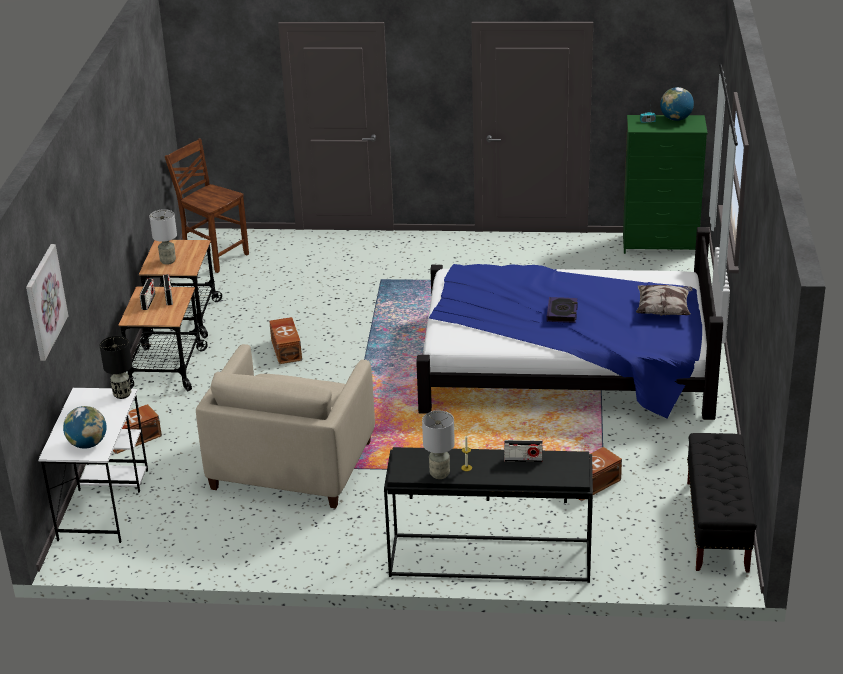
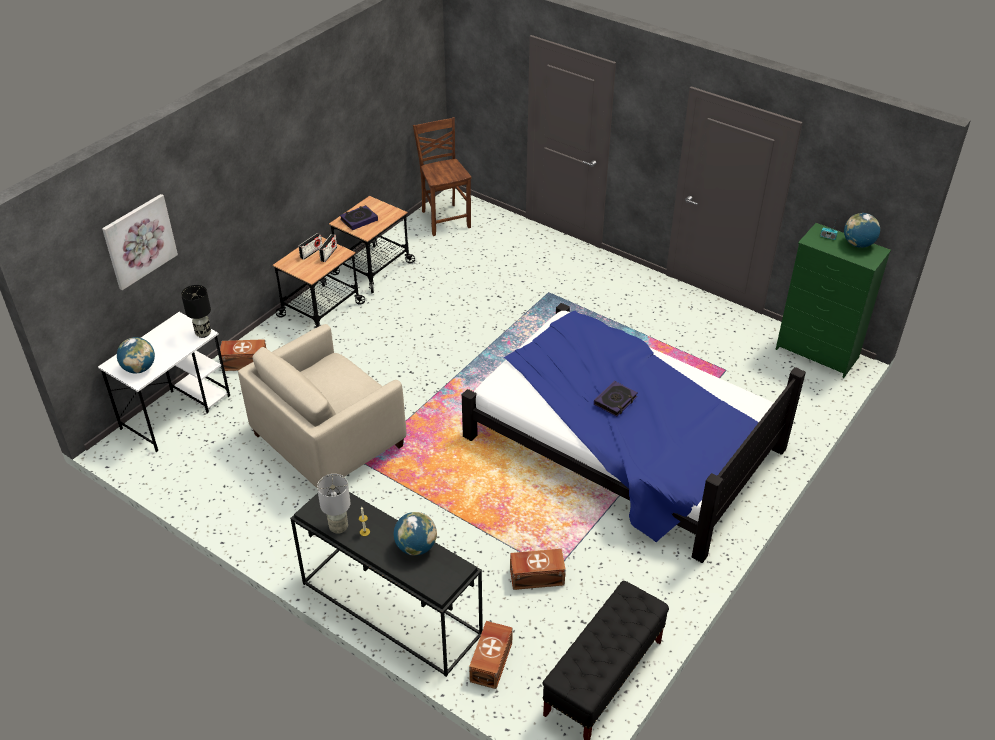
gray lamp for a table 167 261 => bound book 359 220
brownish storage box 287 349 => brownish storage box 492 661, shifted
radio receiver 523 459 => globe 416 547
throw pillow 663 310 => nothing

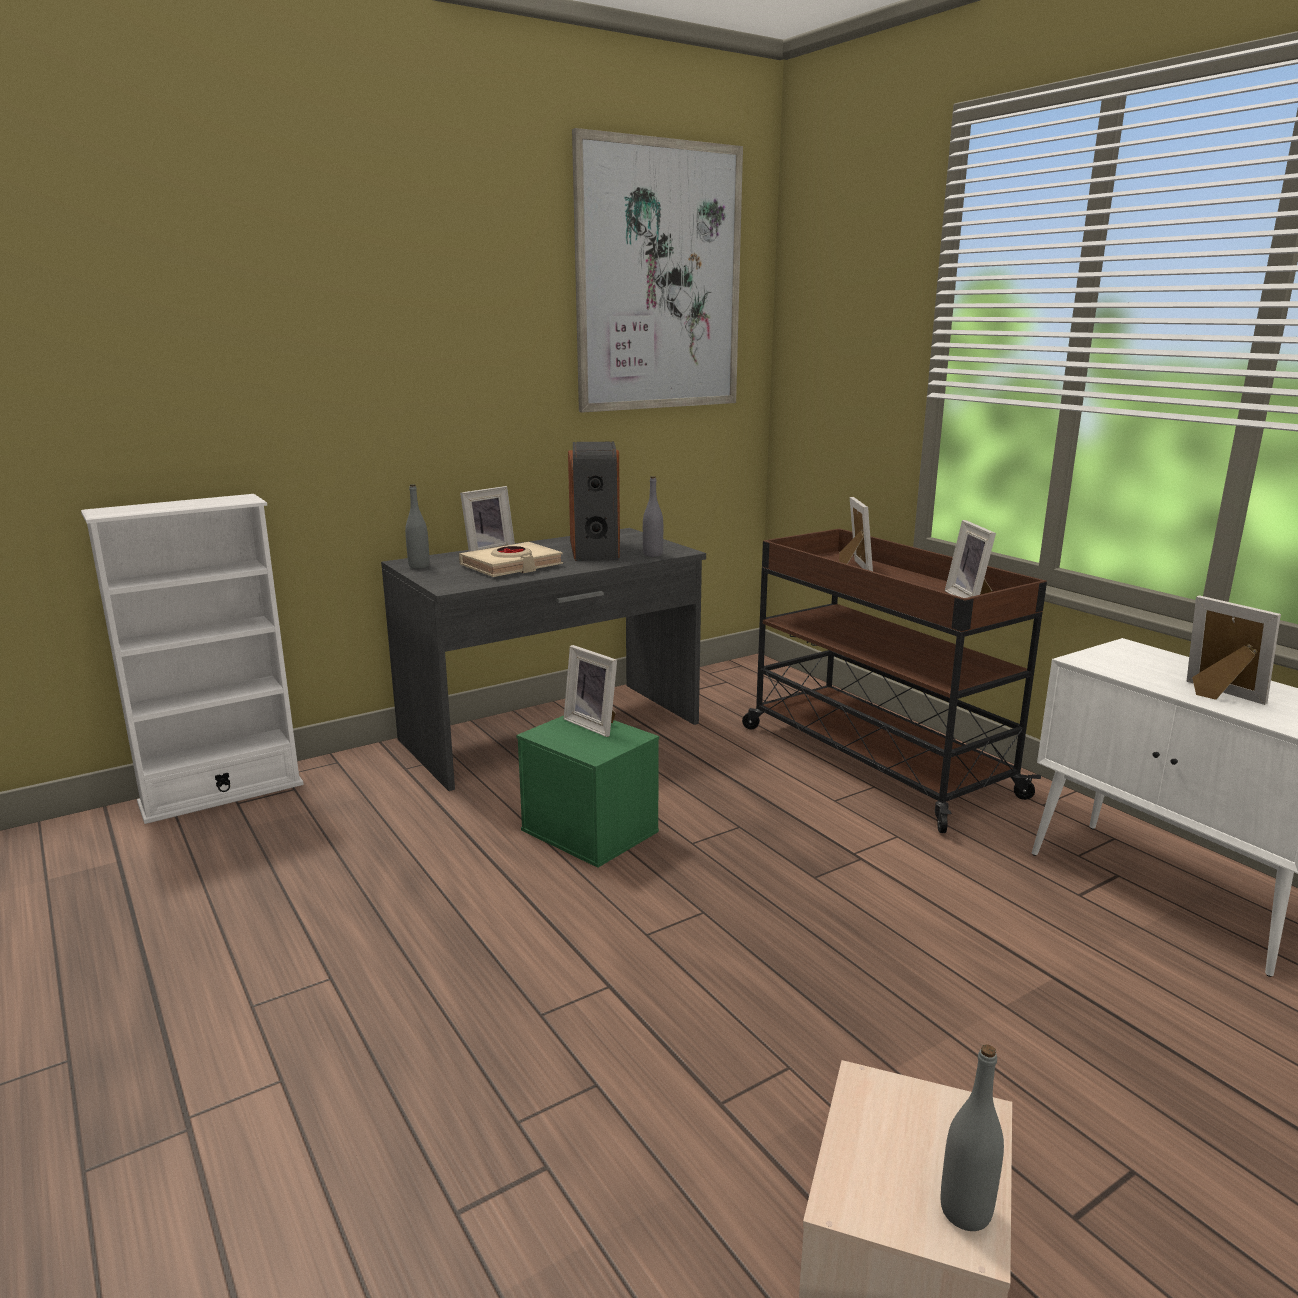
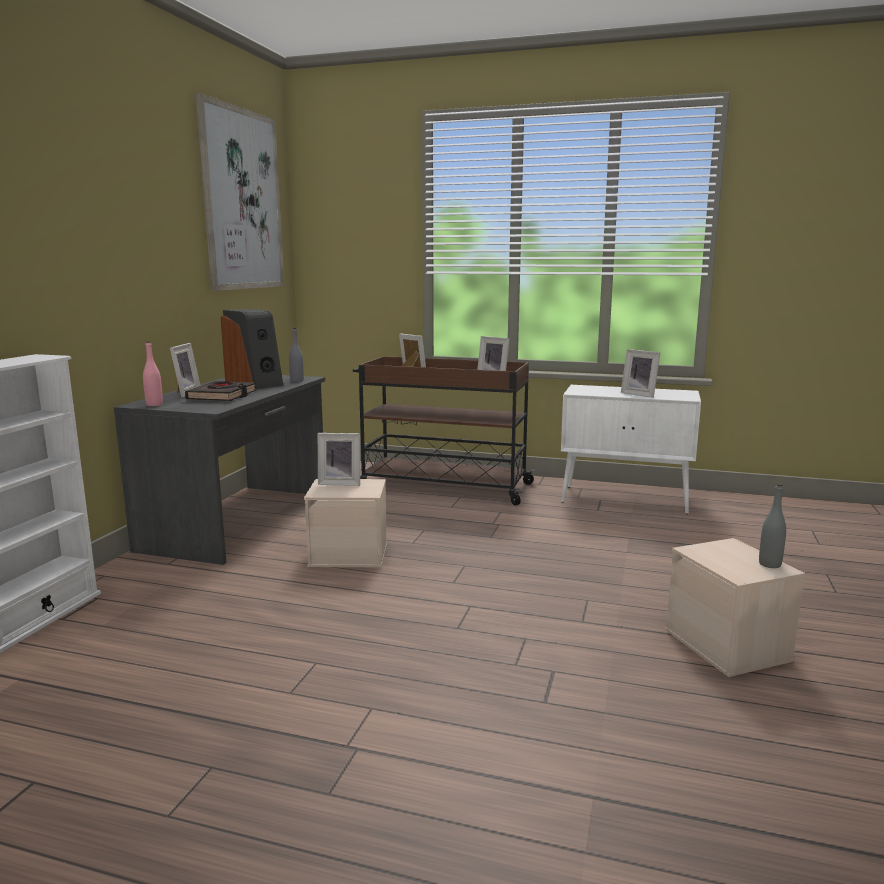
gray beverage bottle 419 566 => pink-coloured beverage bottle 154 405
beige-coloured bound book 511 566 => black bound book 222 396
green storage box 592 831 => beige-coloured storage box 350 554
photo frame 1218 695 => photo frame 640 394, 150 degrees counterclockwise

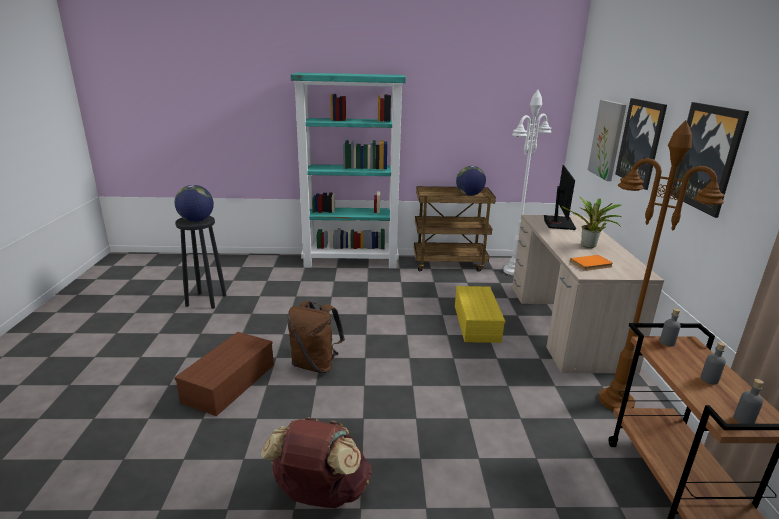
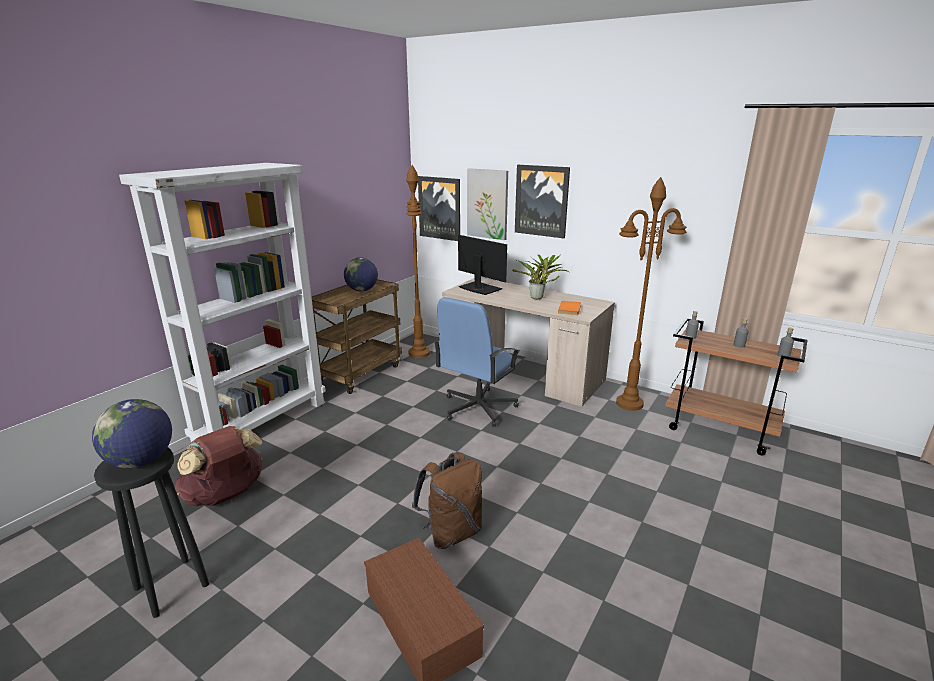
brownish rucksack 320 494 => brownish rucksack 226 496, shifted
turquoise shelving unit 351 261 => white-coloured shelving unit 263 423
yellow-coloured storage box 475 322 => bluish office chair 477 408
white-coloured standard lamp 513 271 => brownish standard lamp 419 353
wall art 707 157 => wall art 440 208, shifted

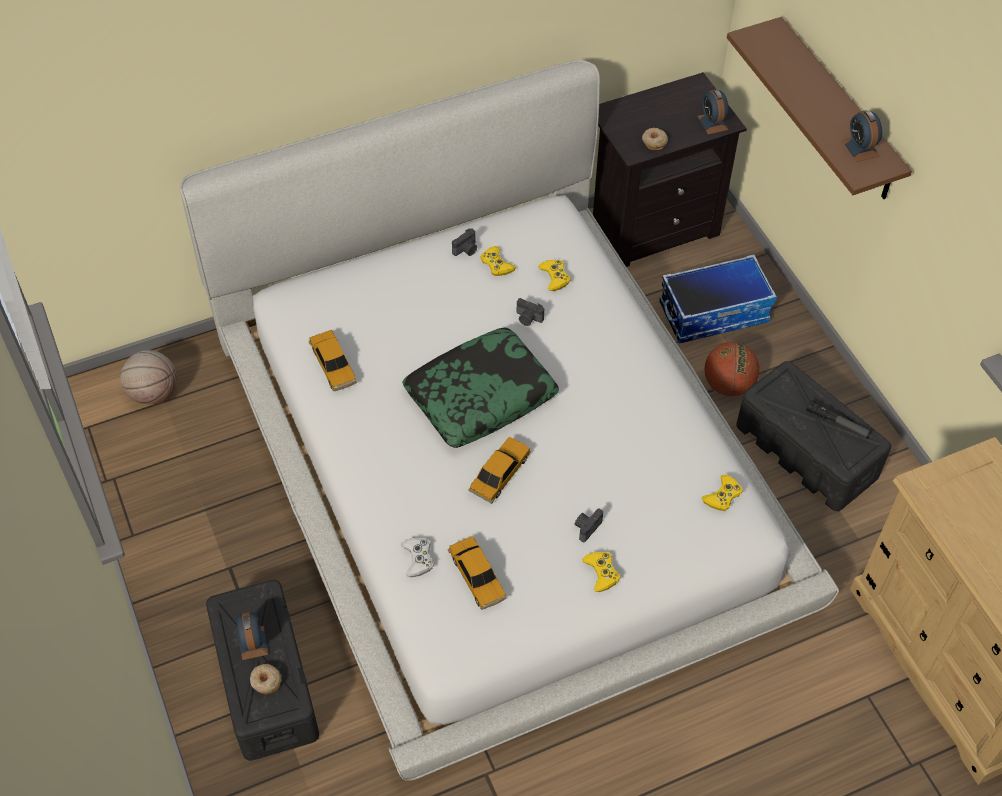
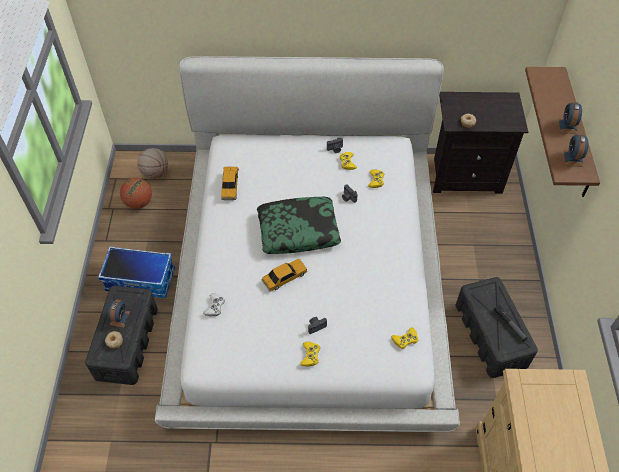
miniature car 477 577 => nothing
storage box 713 312 => storage box 141 279, shifted
alarm clock 712 123 => alarm clock 567 126, shifted
ball for basketball 728 385 => ball for basketball 139 203, shifted

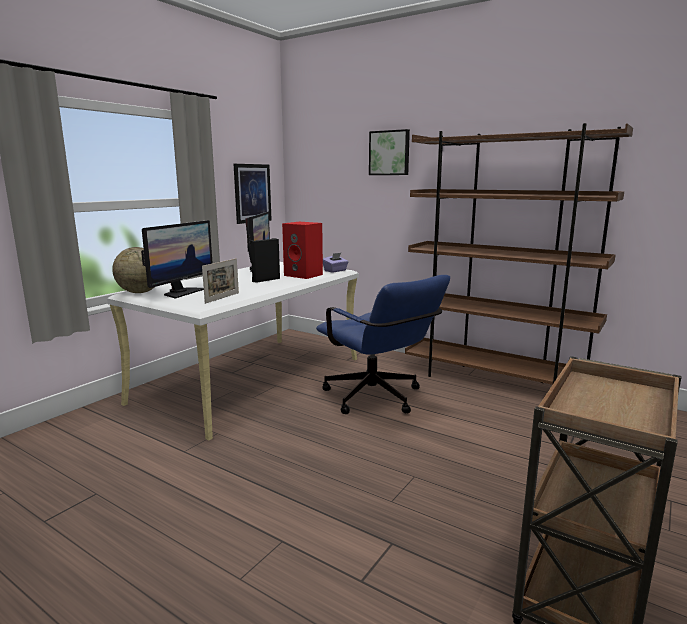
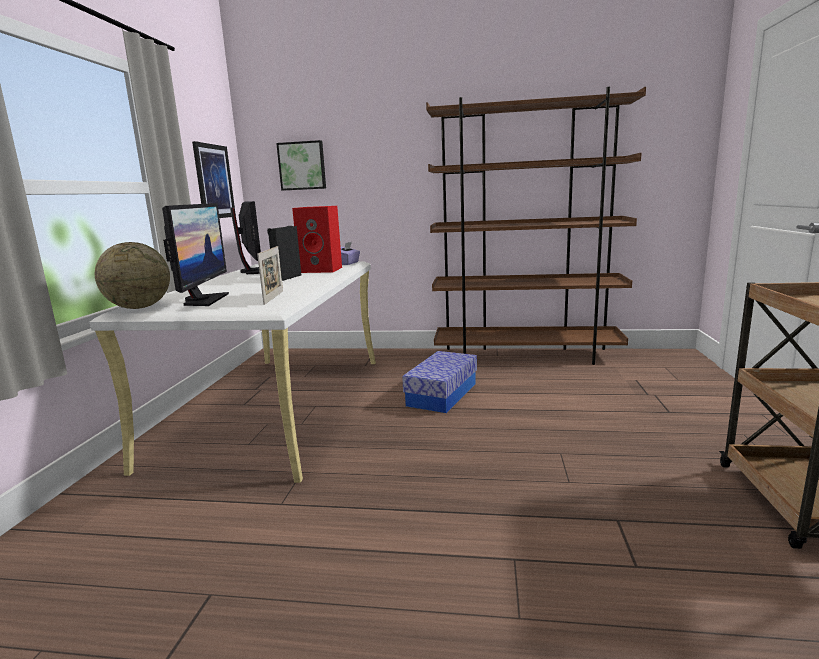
bluish office chair 378 399 => storage box 442 394
wall art 389 153 => wall art 302 166, shifted

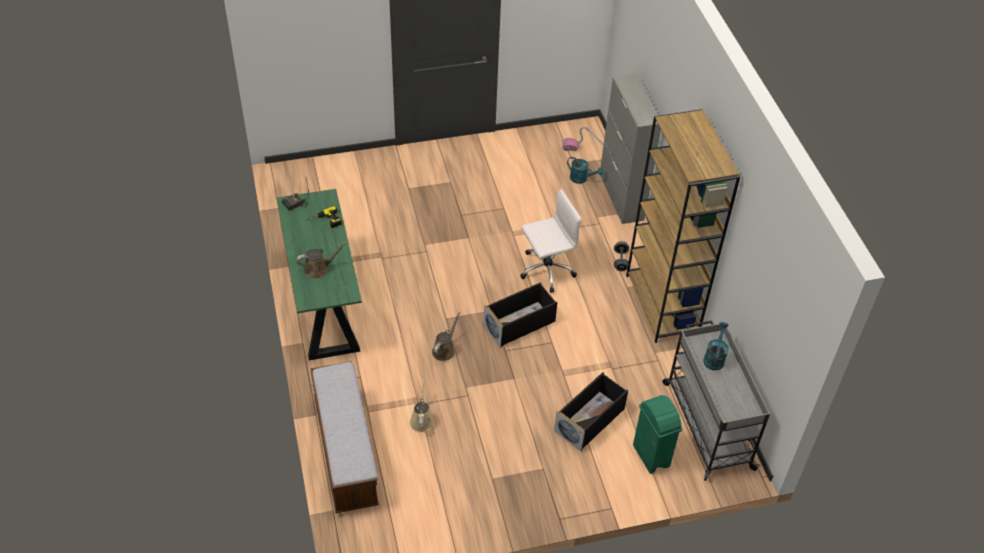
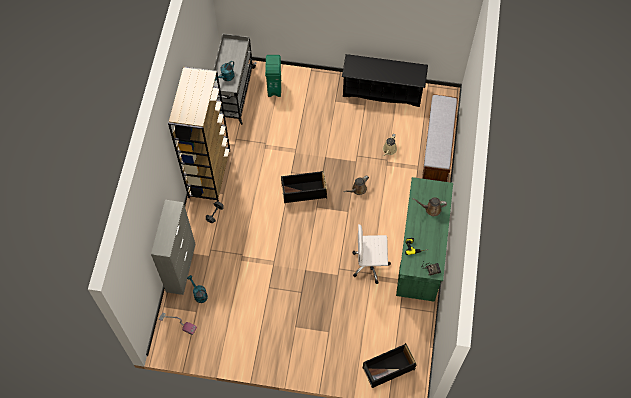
white-coloured office chair 545 270 => white-coloured office chair 370 264, shifted
black storage box 590 419 => black storage box 388 369, shifted
nothing => black shoe shelf 382 91

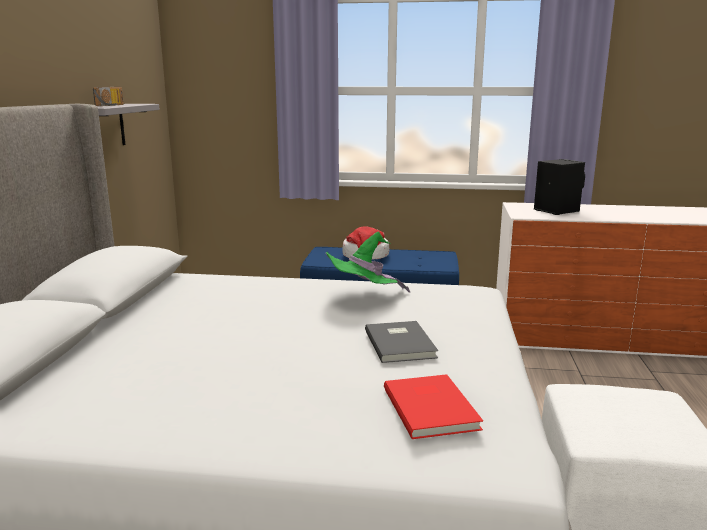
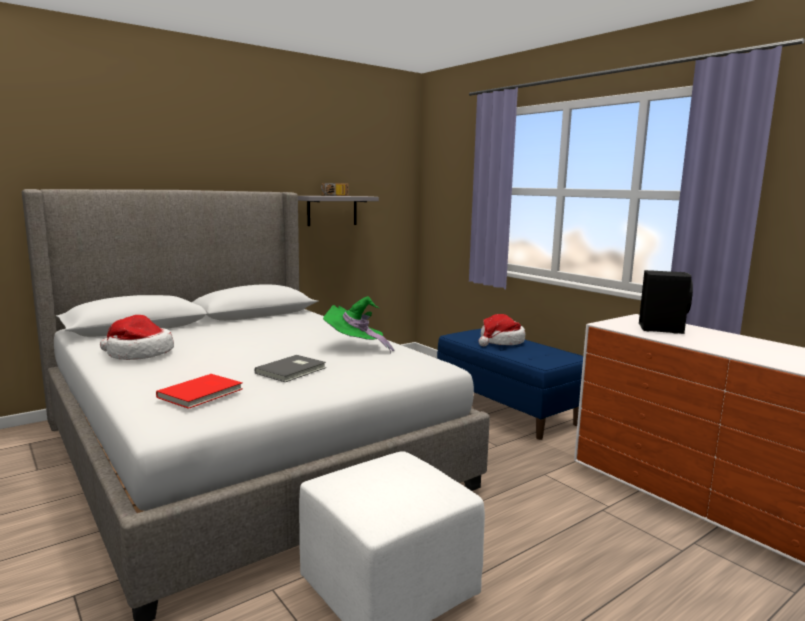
nothing => hat 139 354

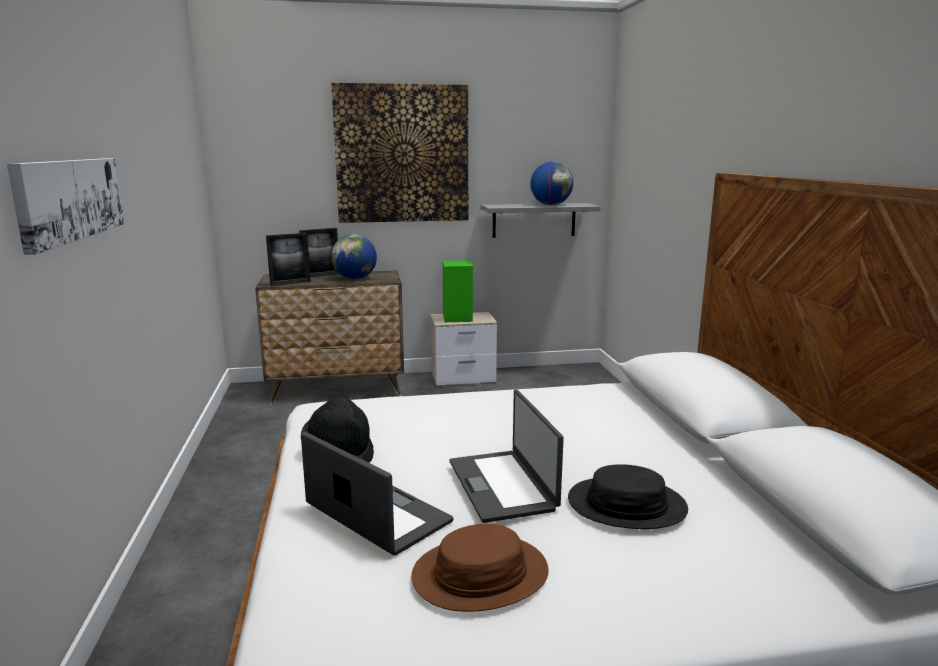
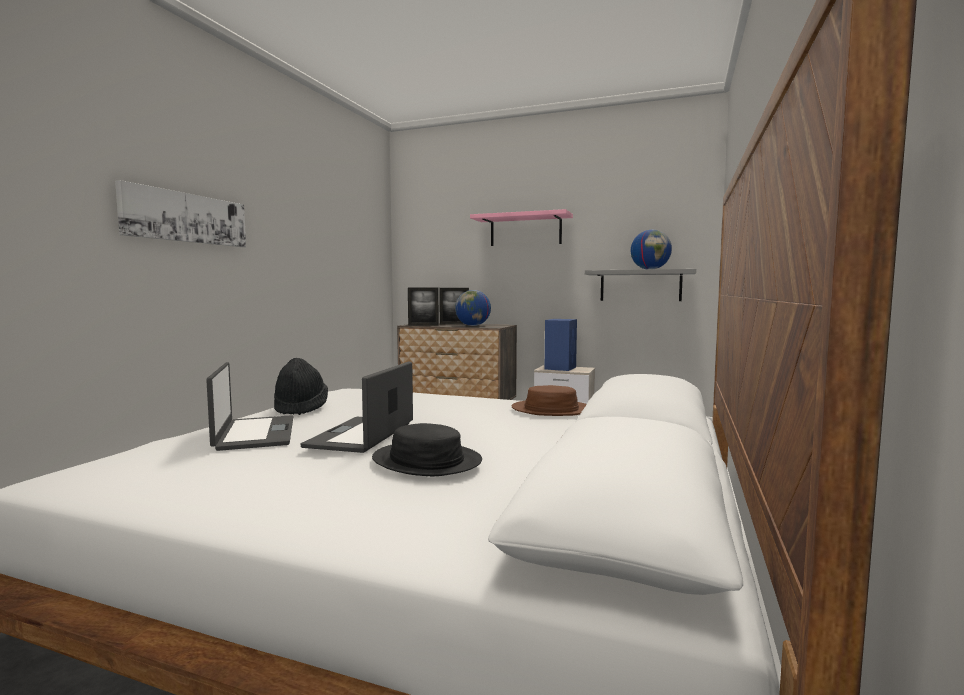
wall art 402 154 => pink-coloured wall shelf 525 230
brownish hat 480 575 => brownish hat 551 410, shifted
green loudspeaker 457 317 => bluish loudspeaker 560 368

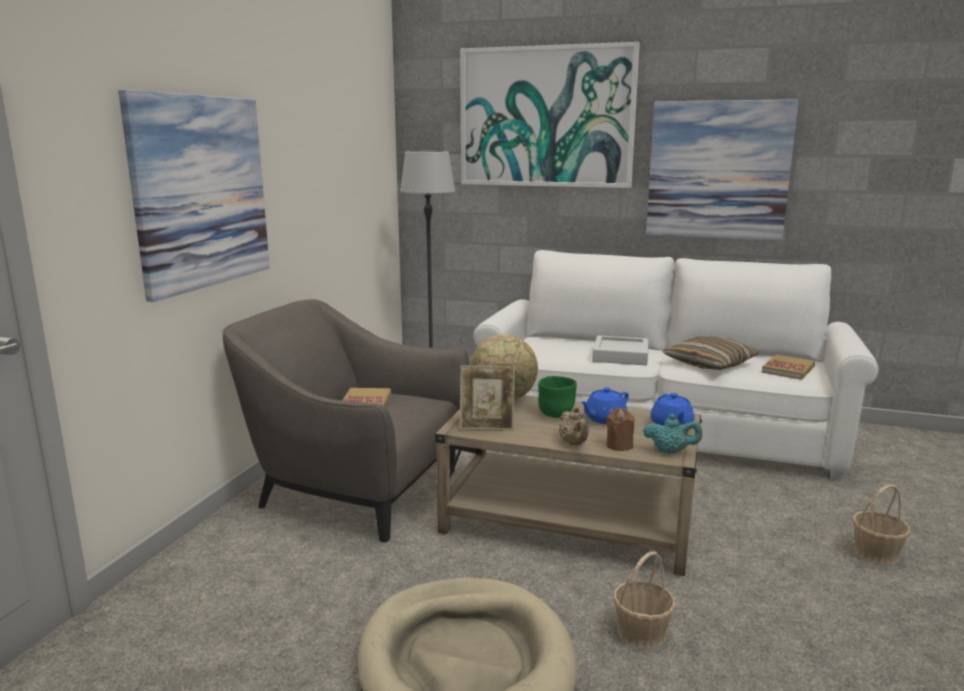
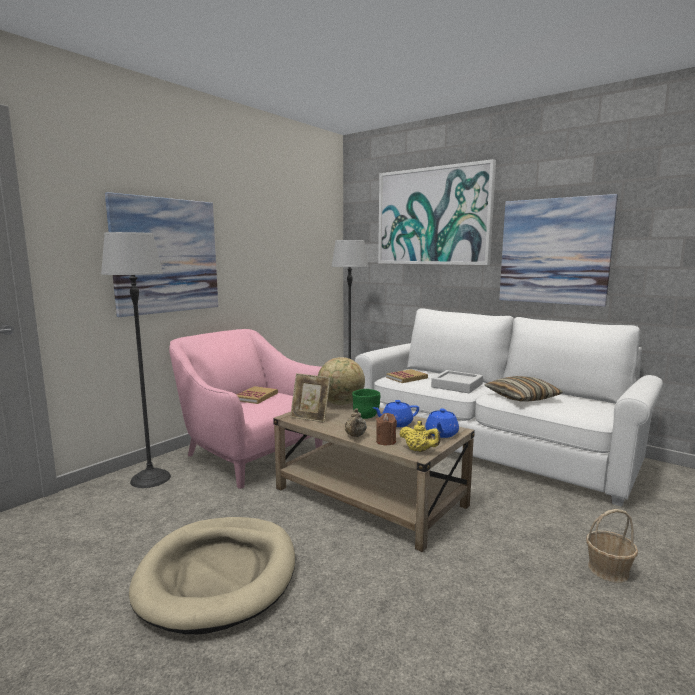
gray armchair 356 489 => pink-coloured armchair 252 454
household basket 642 632 => nothing
turquoise pot for tea 670 451 => yellow-coloured pot for tea 419 450
bound book 788 369 => bound book 407 378, shifted
nothing => standard lamp 151 479

